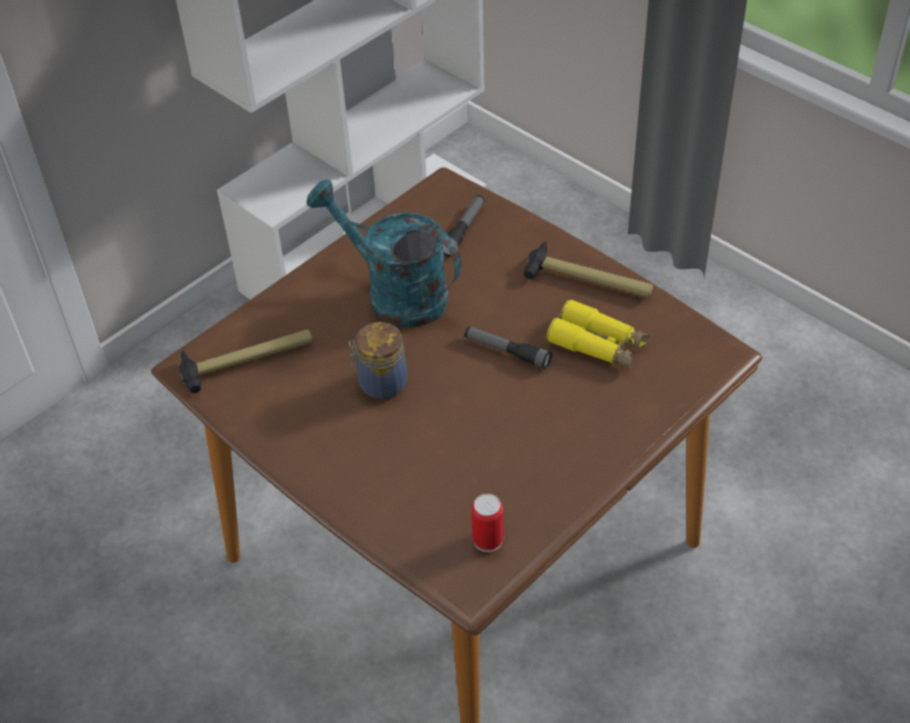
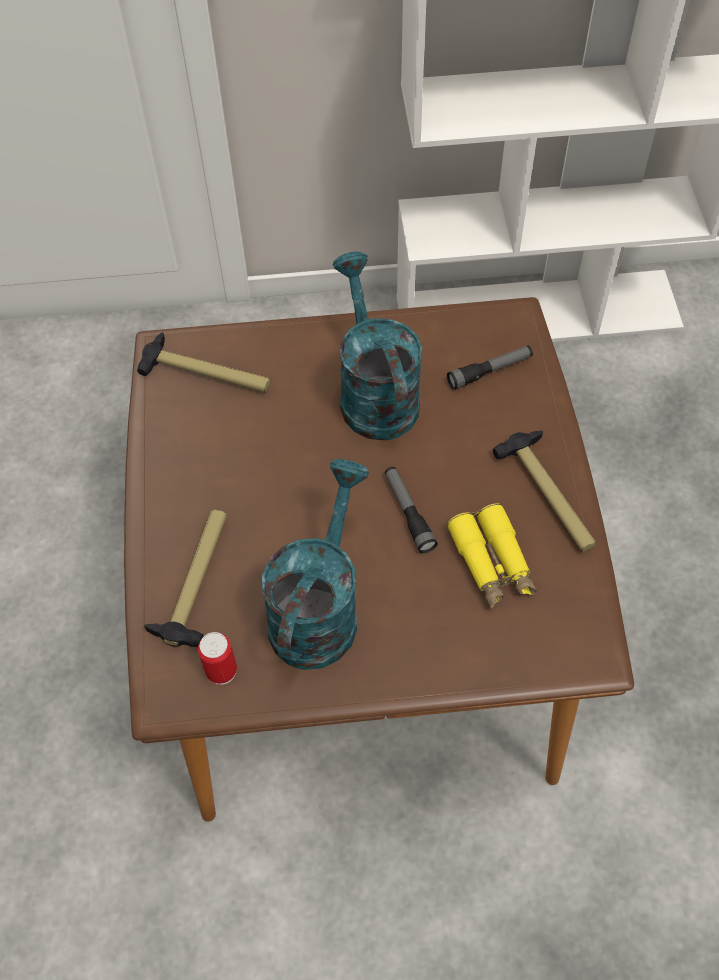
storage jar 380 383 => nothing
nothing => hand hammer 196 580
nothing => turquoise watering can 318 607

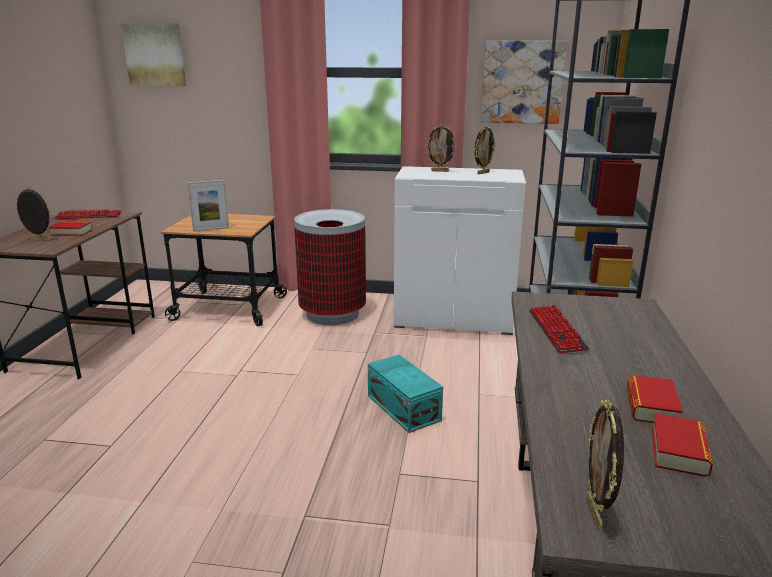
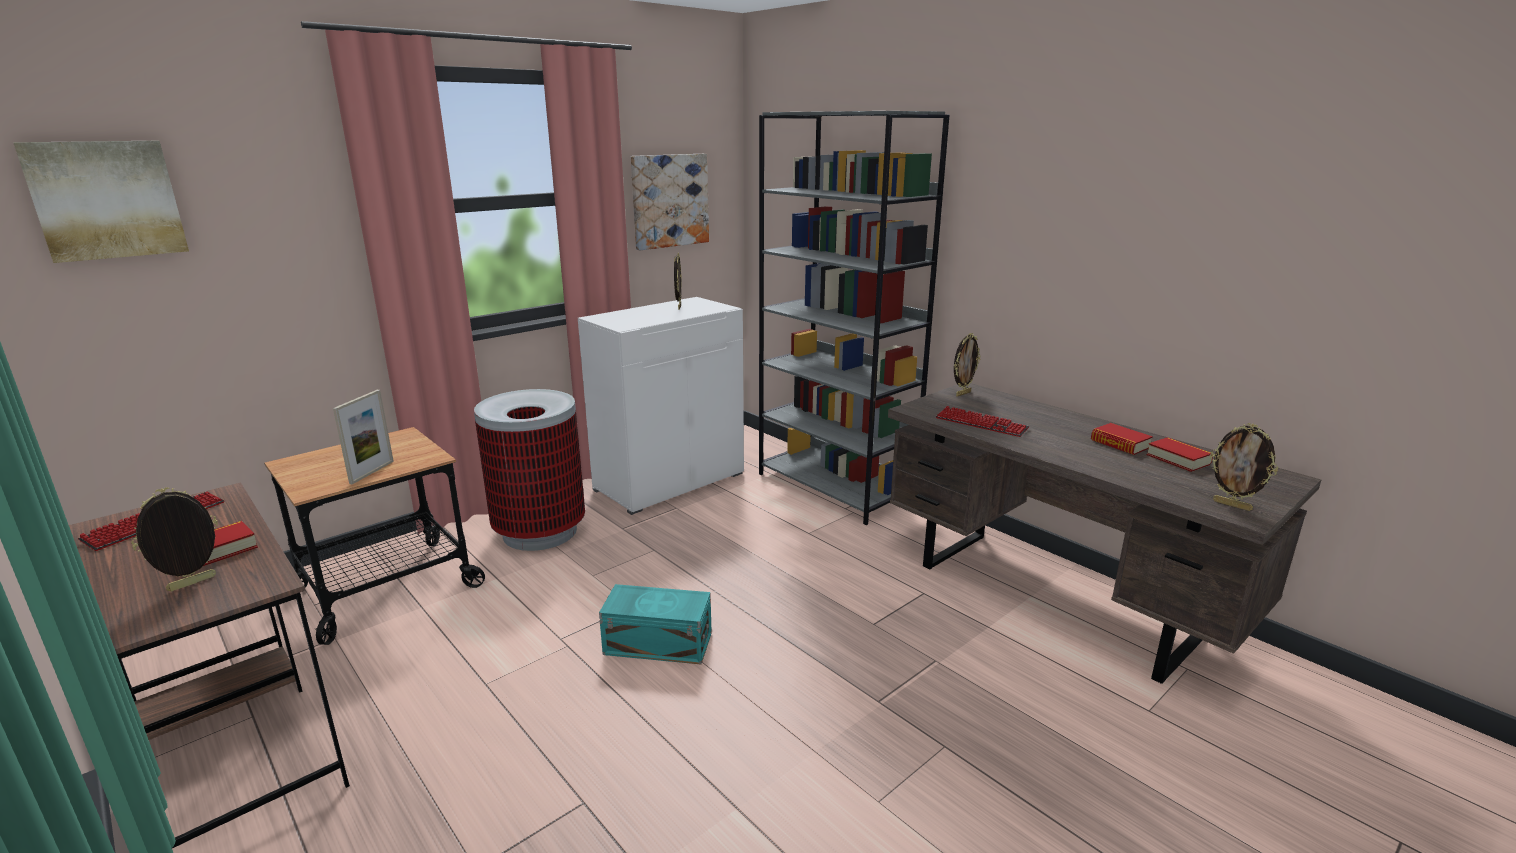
turquoise storage box 404 407 => turquoise storage box 657 642, shifted
photo frame 440 171 => photo frame 962 393, shifted

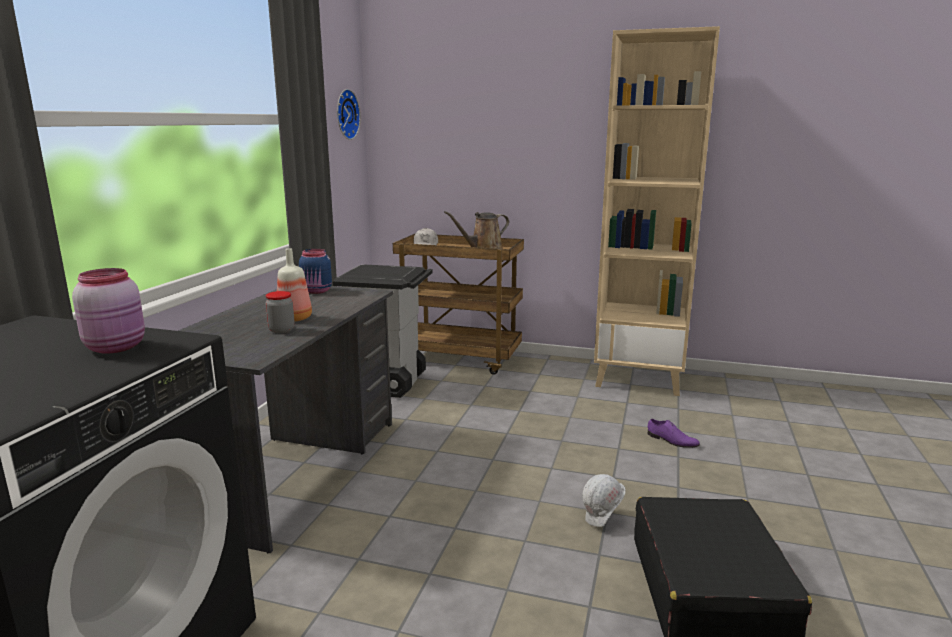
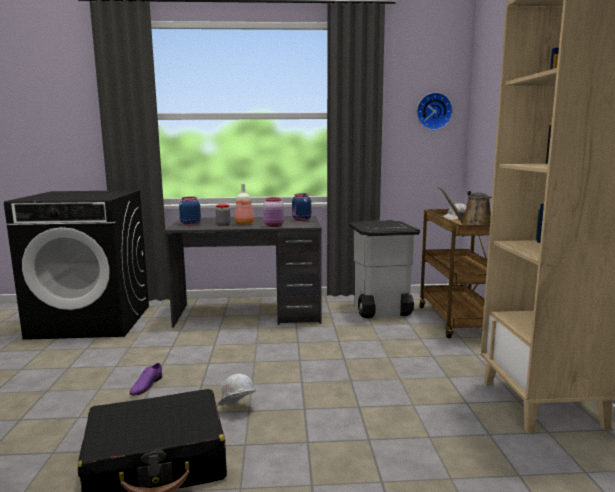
pink-coloured storage jar 117 347 => pink-coloured storage jar 274 225, shifted
purplish item of footwear 672 440 => purplish item of footwear 146 385, shifted
nothing => bluish storage jar 190 224

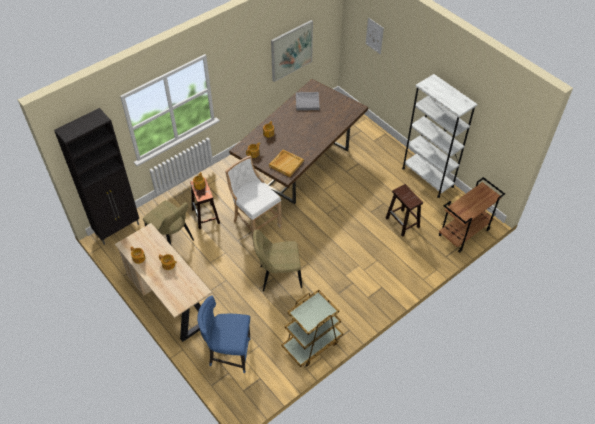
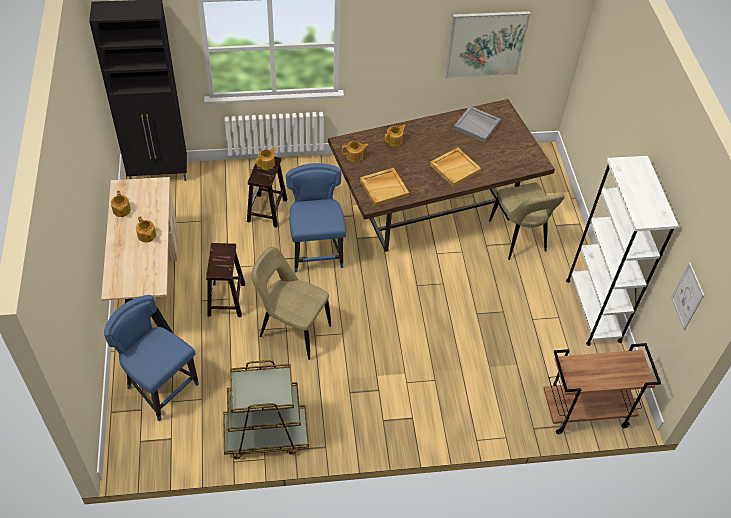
beige-coloured upright chair 172 240 => beige-coloured upright chair 518 238, shifted
white-coloured stool seat 255 225 => bluish upright chair 316 251
wall art 374 36 => wall art 687 296, shifted
brownish stool seat 403 223 => brownish stool seat 226 300, shifted
nothing => beige-coloured carrying tray 455 168

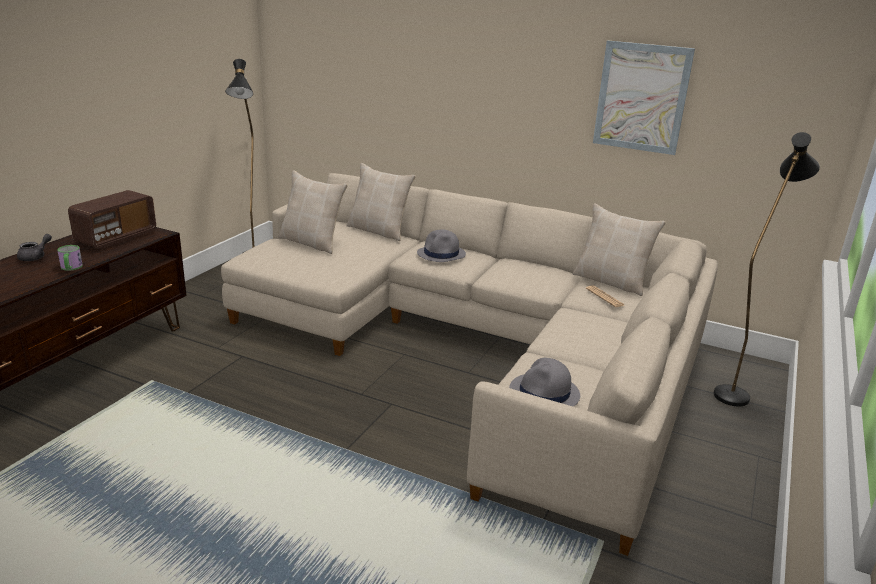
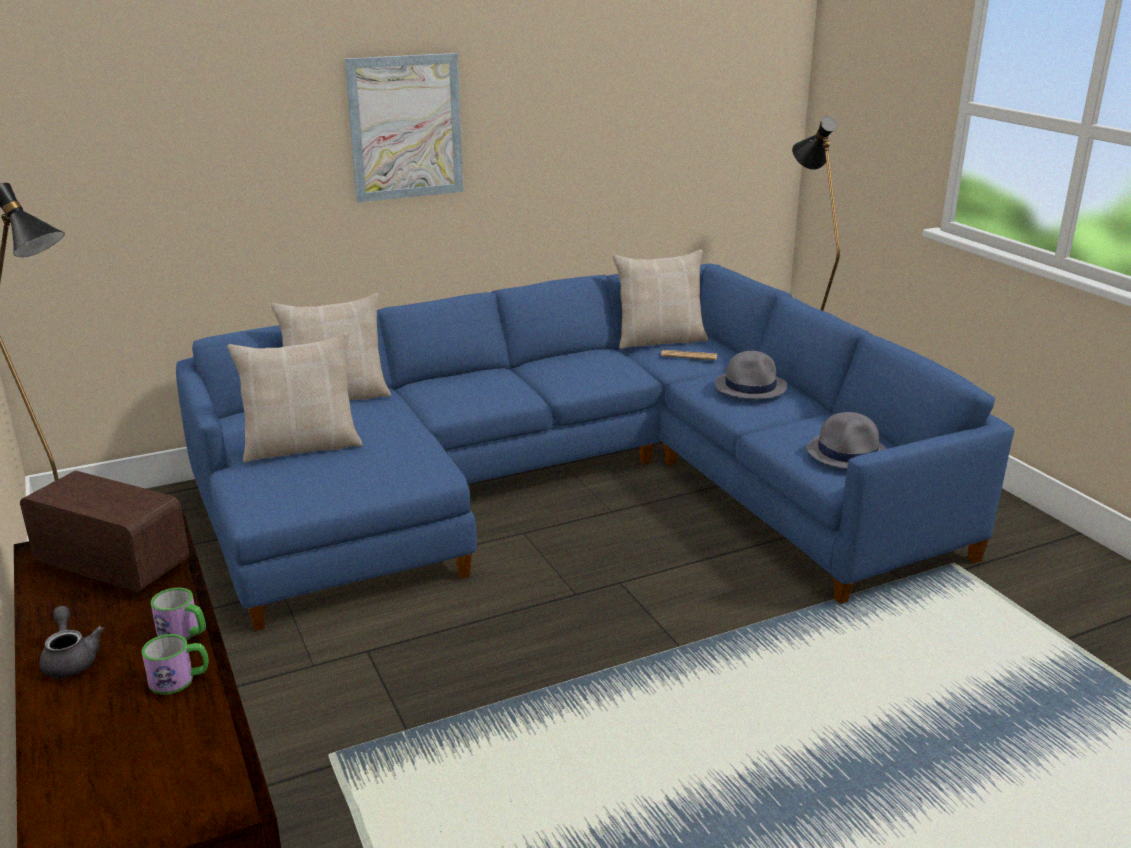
radio receiver 116 238 => radio receiver 112 565, 45 degrees counterclockwise
beige-coloured couch 477 348 => bluish couch 570 485
gray hat 441 254 => gray hat 751 386, shifted
wall art 641 97 => wall art 405 127, shifted
nothing => mug 179 679

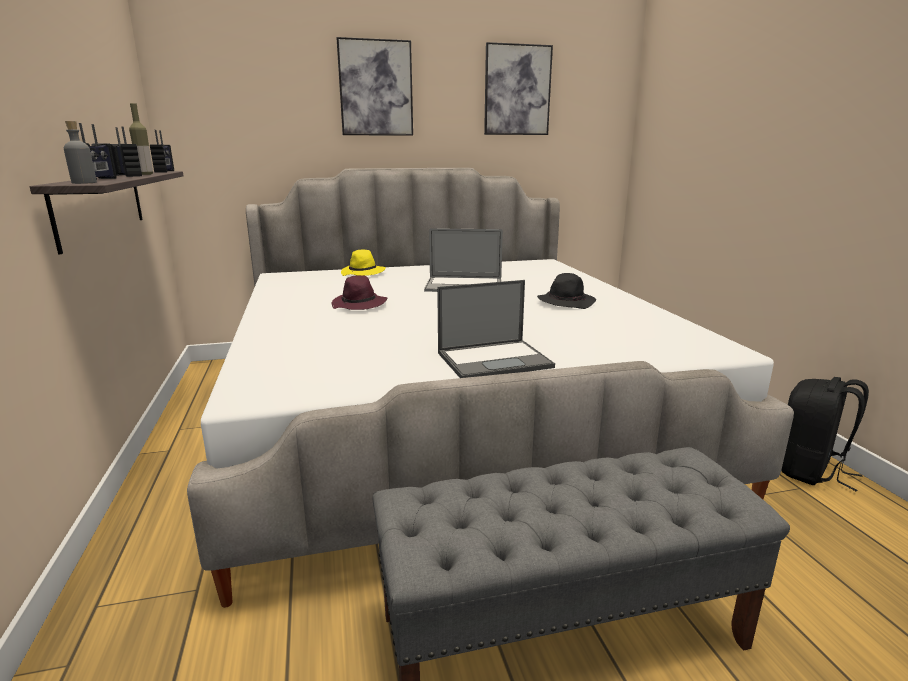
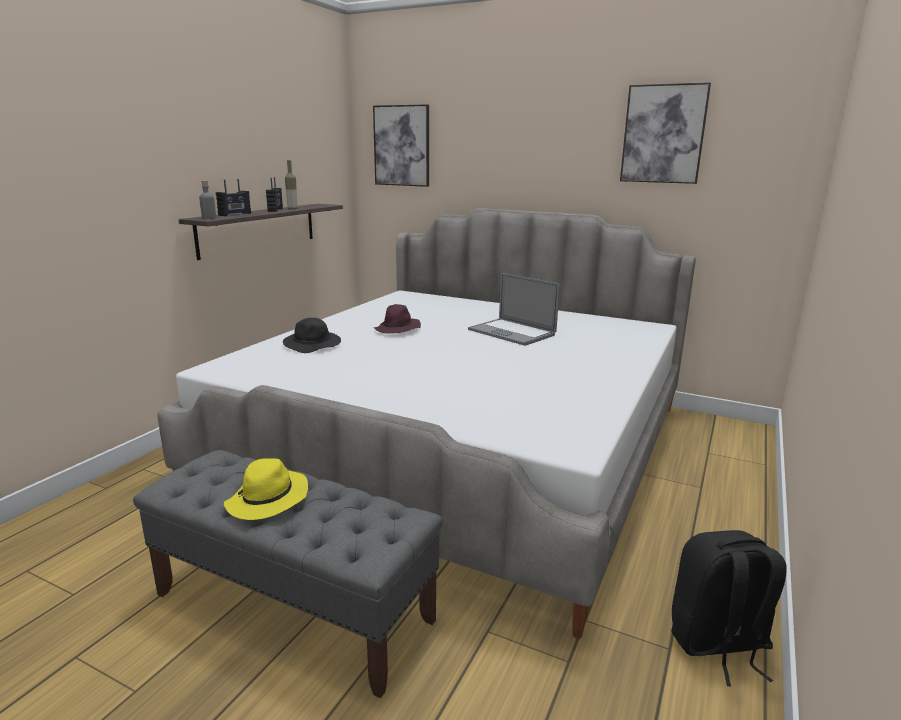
radio receiver 165 171 => nothing
wall art 376 88 => wall art 402 146, shifted
yellow-coloured hat 363 273 => yellow-coloured hat 268 500, shifted
portable computer 495 360 => nothing
black hat 566 302 => black hat 313 345, shifted

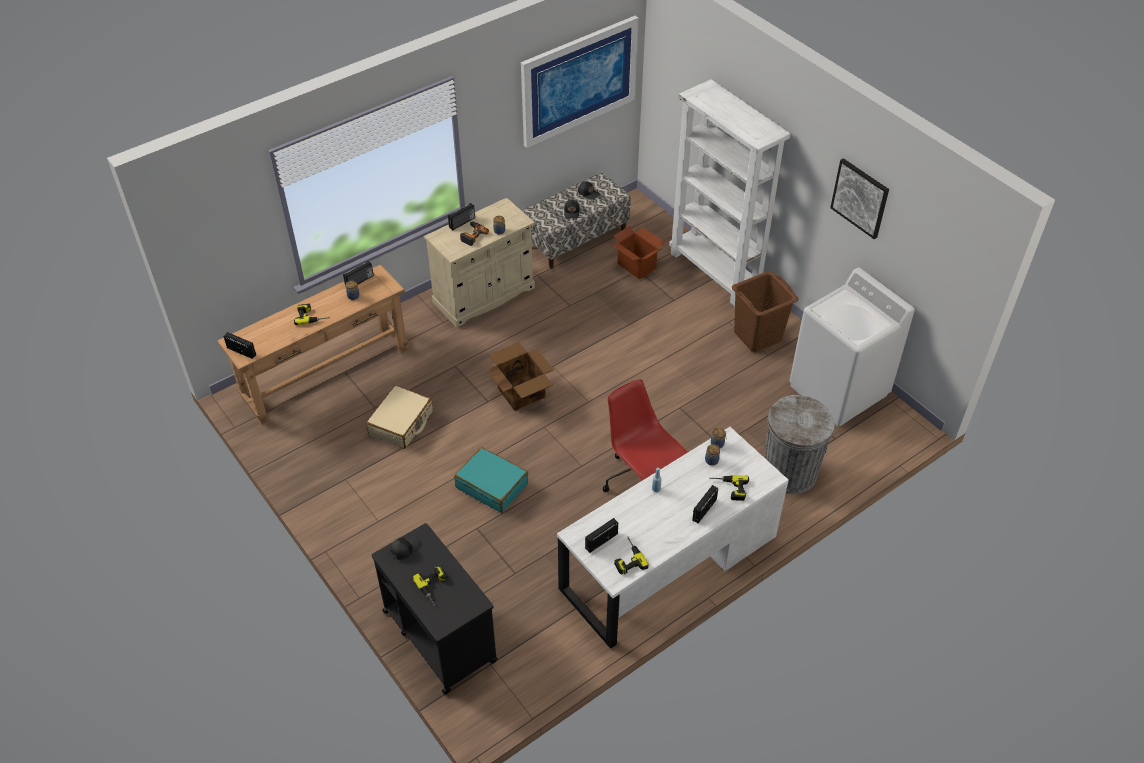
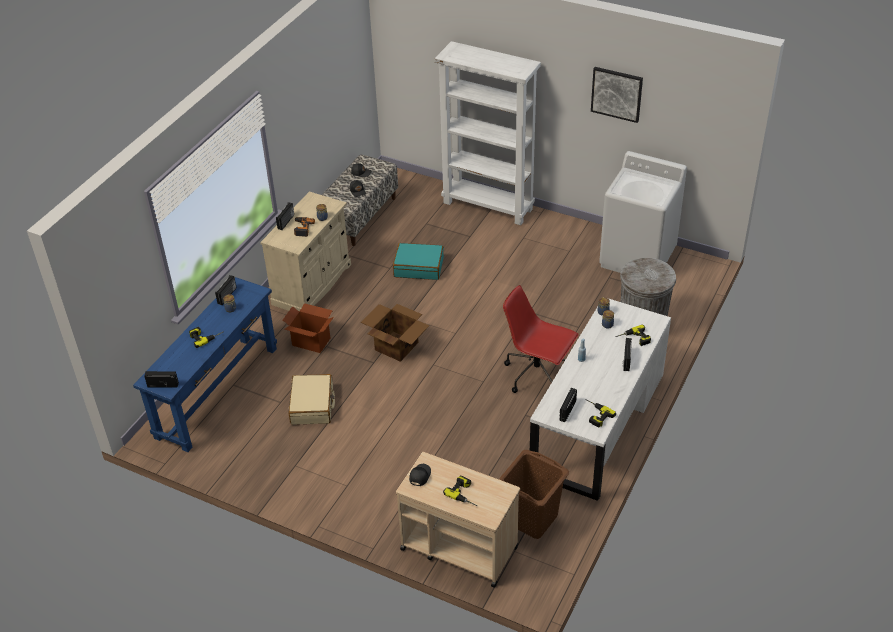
brownish hall table 326 374 => bluish hall table 217 392
black wheeled cart 439 635 => beige-coloured wheeled cart 458 547
turquoise piece of luggage 492 485 => turquoise piece of luggage 419 267, shifted
wall art 579 80 => nothing
packing box 637 266 => packing box 311 341, shifted
brownish hamper 758 336 => brownish hamper 532 518, shifted

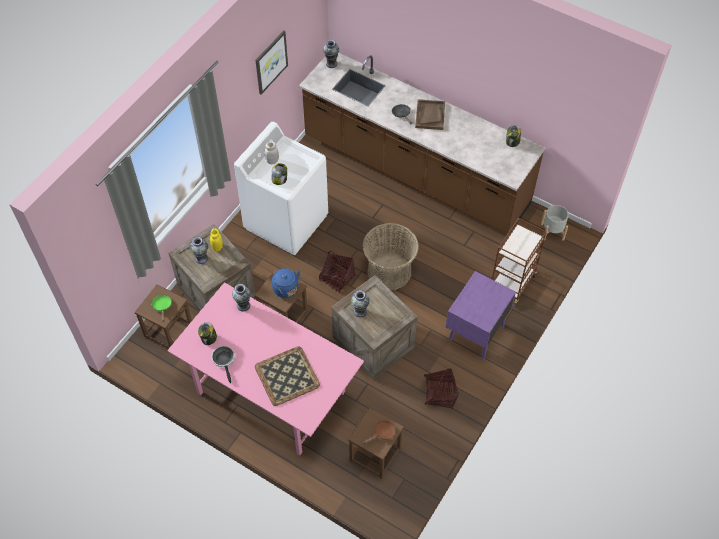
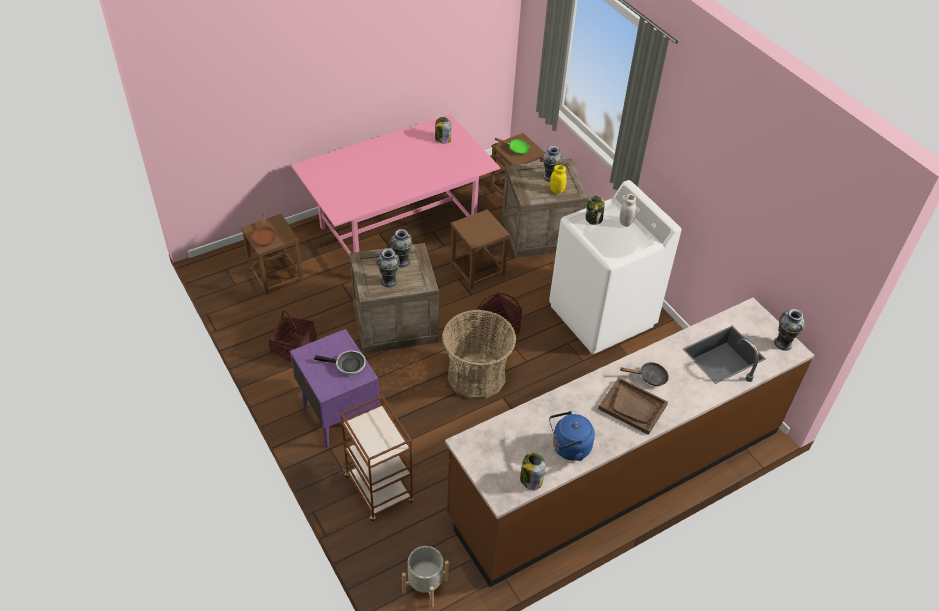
frying pan 224 360 => frying pan 348 365, shifted
flower vase 243 305 => flower vase 389 281, shifted
wall art 270 62 => nothing
carrying tray 287 376 => nothing
bluish tea kettle 287 290 => bluish tea kettle 568 448, shifted

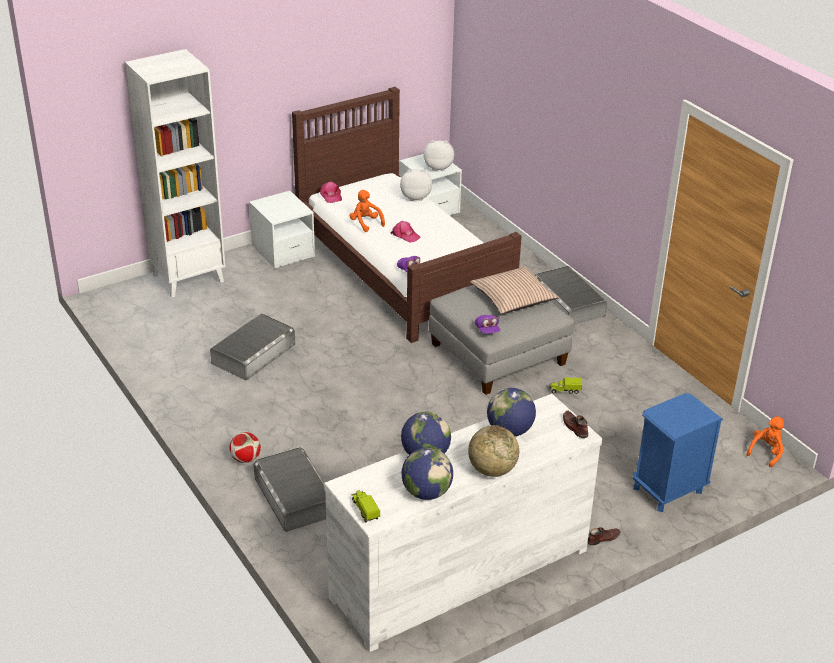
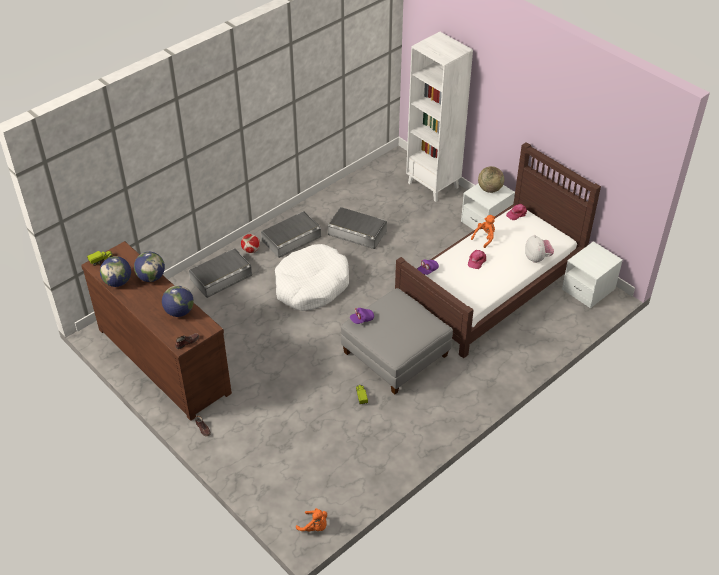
white-coloured dresser 458 572 => brownish dresser 164 359
cuddly toy 438 167 => nothing
globe 492 470 => globe 490 189, shifted
throw pillow 513 298 => nothing
gray storage box 568 303 => gray storage box 291 238, shifted
bluish nightstand 667 490 => nothing
nothing => white-coloured pet bed 311 285

